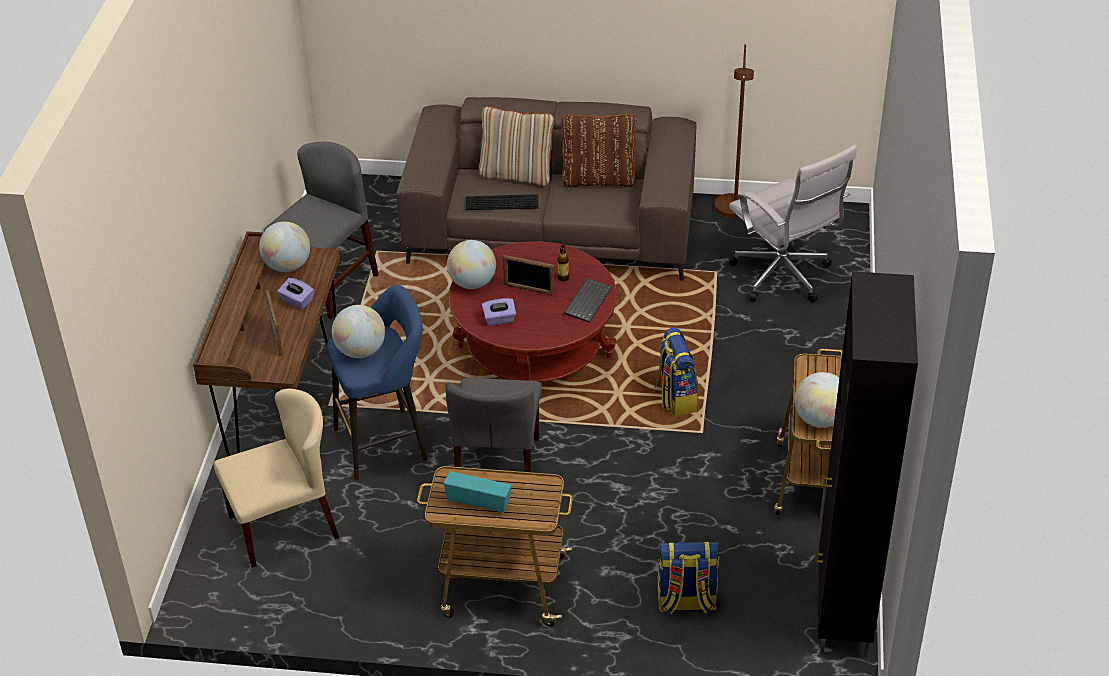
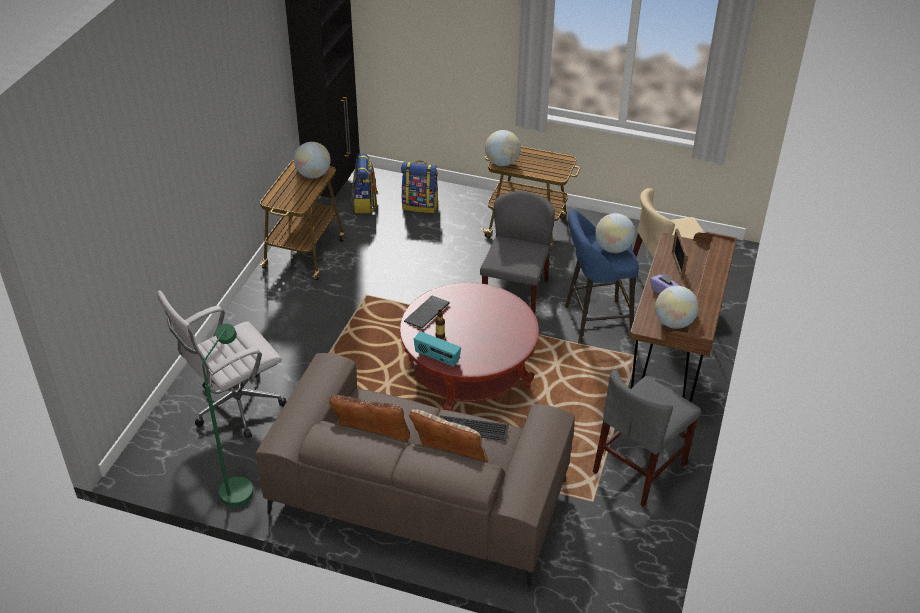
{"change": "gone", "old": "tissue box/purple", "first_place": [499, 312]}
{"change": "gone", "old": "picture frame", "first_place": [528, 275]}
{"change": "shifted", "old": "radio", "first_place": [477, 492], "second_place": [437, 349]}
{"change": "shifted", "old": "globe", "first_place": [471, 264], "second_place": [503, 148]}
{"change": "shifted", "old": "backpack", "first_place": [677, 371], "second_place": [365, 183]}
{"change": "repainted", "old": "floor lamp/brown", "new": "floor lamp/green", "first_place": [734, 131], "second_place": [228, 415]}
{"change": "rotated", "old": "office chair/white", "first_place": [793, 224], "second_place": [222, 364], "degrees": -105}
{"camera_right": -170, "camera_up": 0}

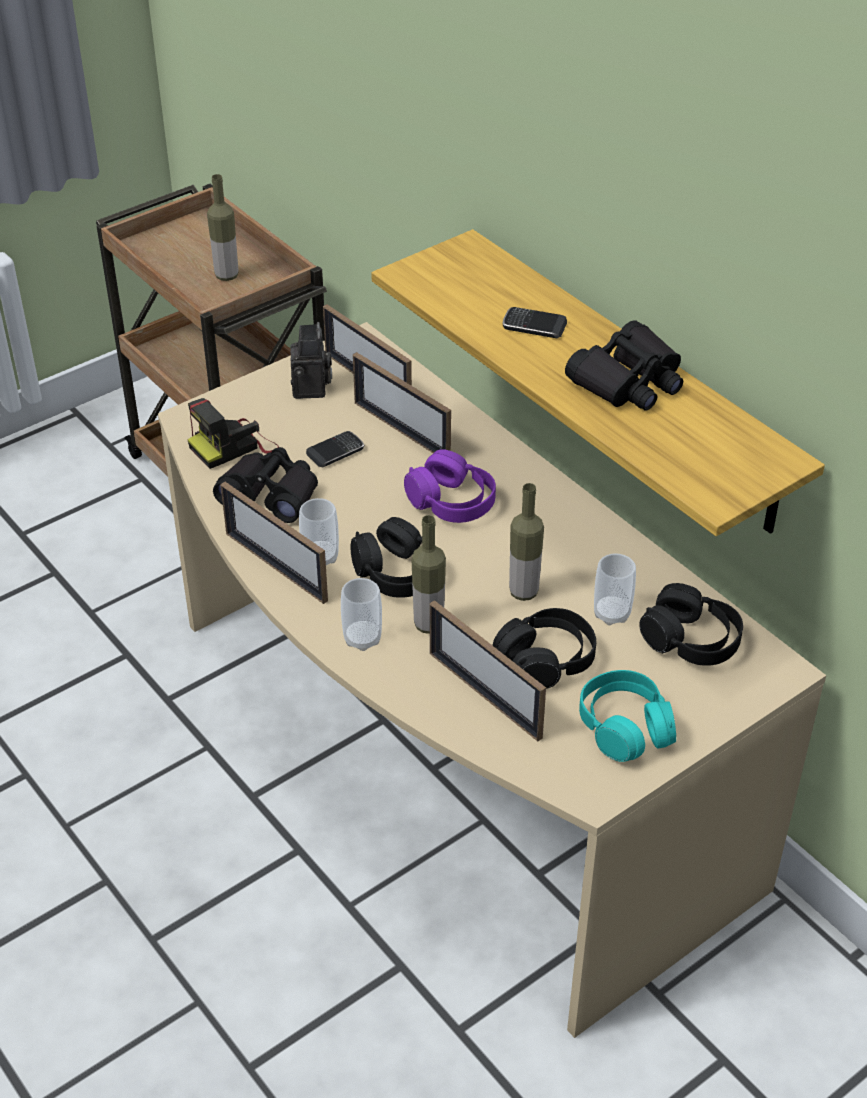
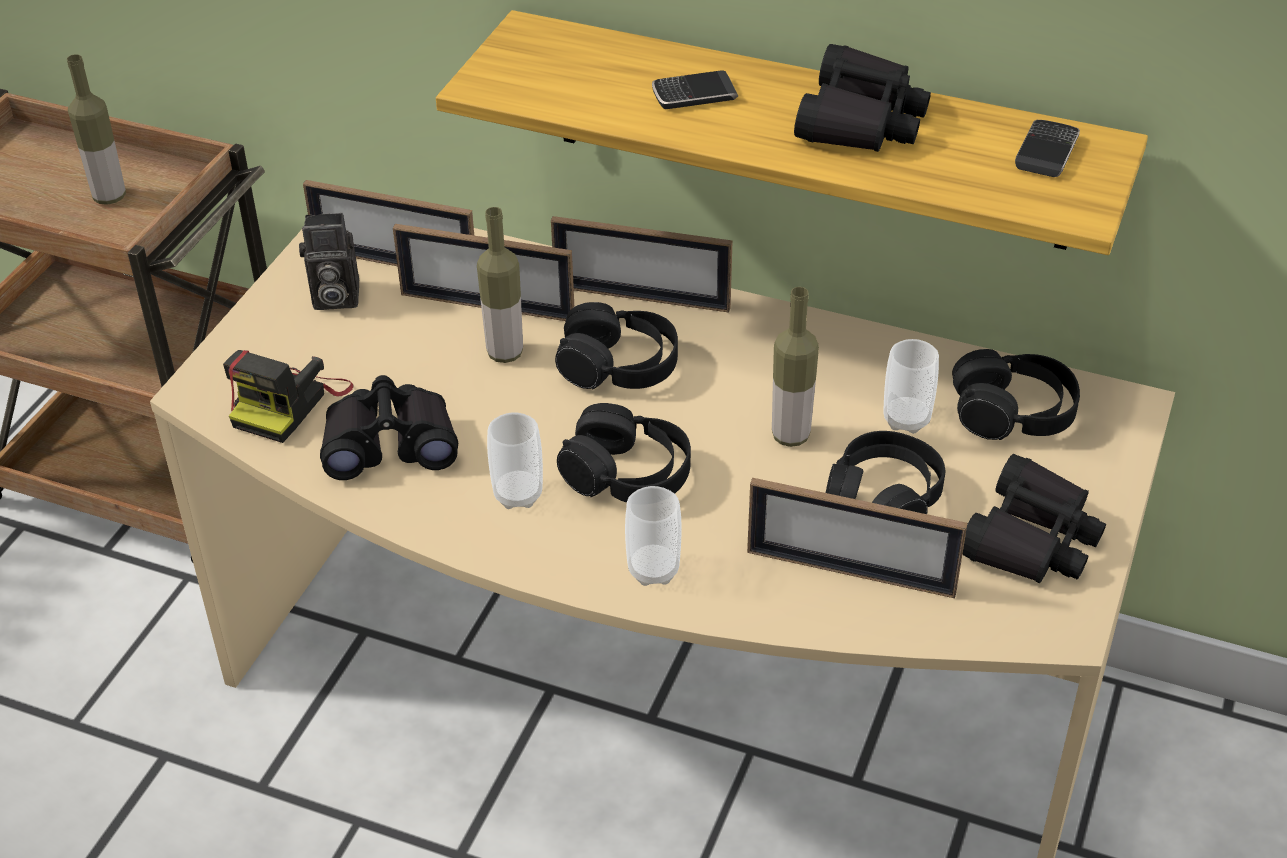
{"change": "shifted", "old": "picture frame", "first_place": [274, 543], "second_place": [641, 264]}
{"change": "shifted", "old": "phone", "first_place": [335, 449], "second_place": [1047, 148]}
{"change": "shifted", "old": "bottle", "first_place": [428, 574], "second_place": [500, 285]}
{"change": "swapped", "old": "headphones/turquoise", "new": "binoculars/black", "first_place": [627, 716], "second_place": [1034, 518]}
{"change": "repainted", "old": "headphones/purple", "new": "headphones/black", "first_place": [450, 486], "second_place": [616, 346]}
{"change": "rotated", "old": "photo camera", "first_place": [311, 360], "second_place": [329, 261], "degrees": 120}
{"camera_right": -30, "camera_up": 0}

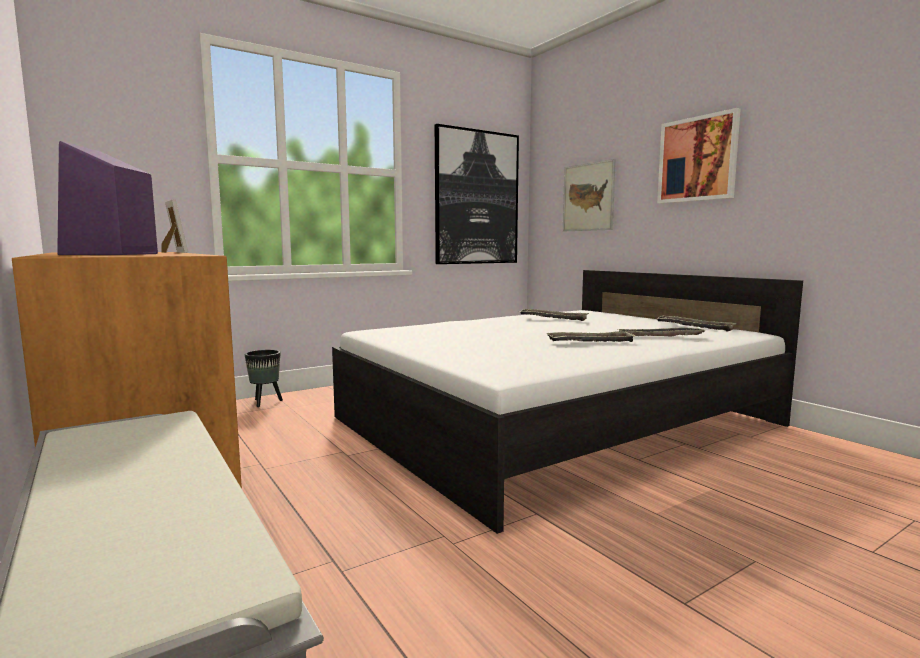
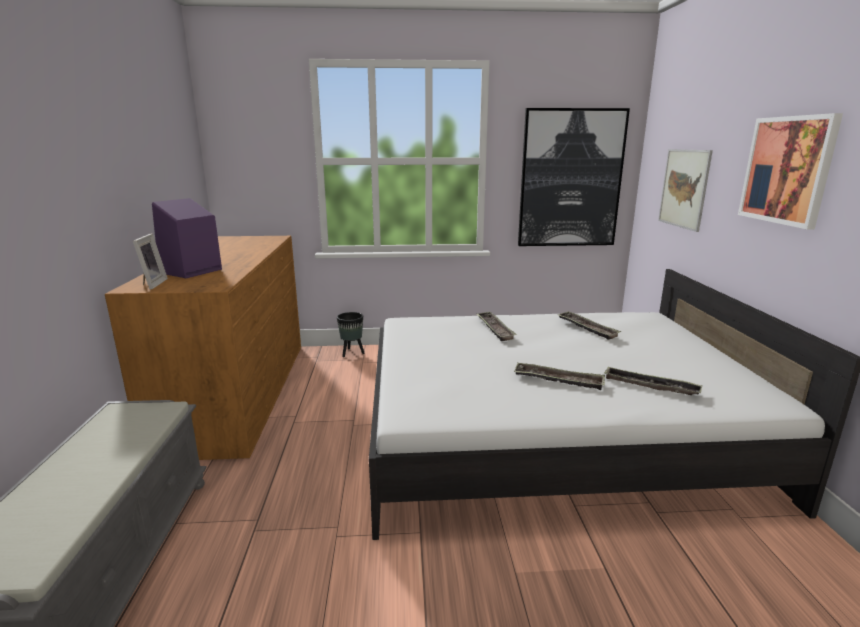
{"change": "shifted", "old": "picture frame", "first_place": [174, 226], "second_place": [150, 262]}
{"change": "shifted", "old": "tray", "first_place": [697, 323], "second_place": [496, 326]}
{"camera_right": 30, "camera_up": 10}

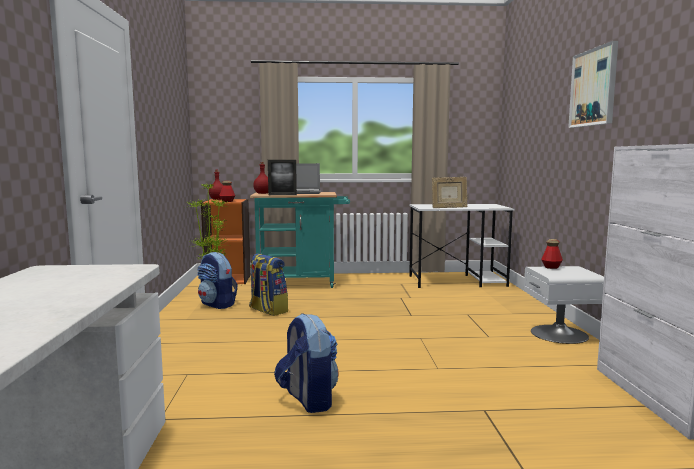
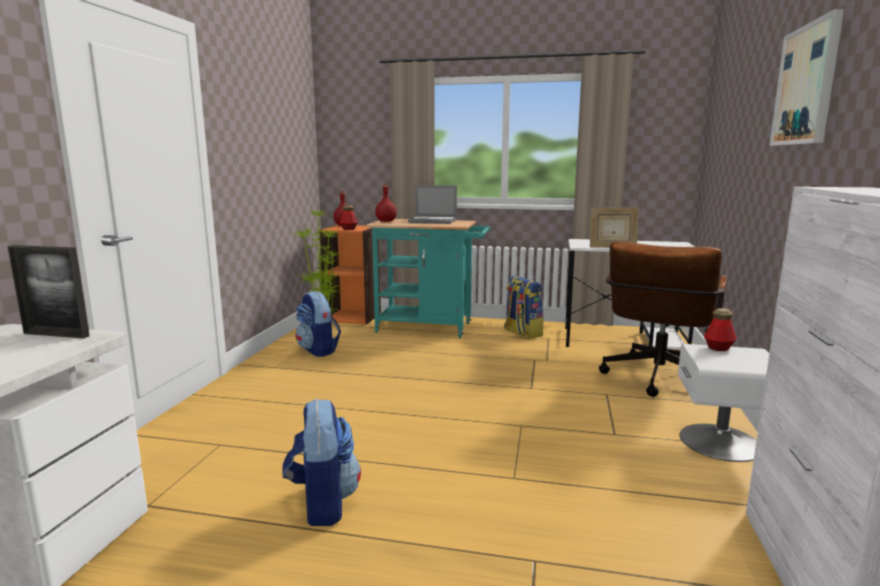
{"change": "new", "new": "office chair/brown", "second_place": [663, 319]}
{"change": "shifted", "old": "backpack", "first_place": [268, 285], "second_place": [524, 307]}
{"change": "shifted", "old": "picture frame", "first_place": [282, 177], "second_place": [49, 291]}
{"camera_right": 15, "camera_up": 5}

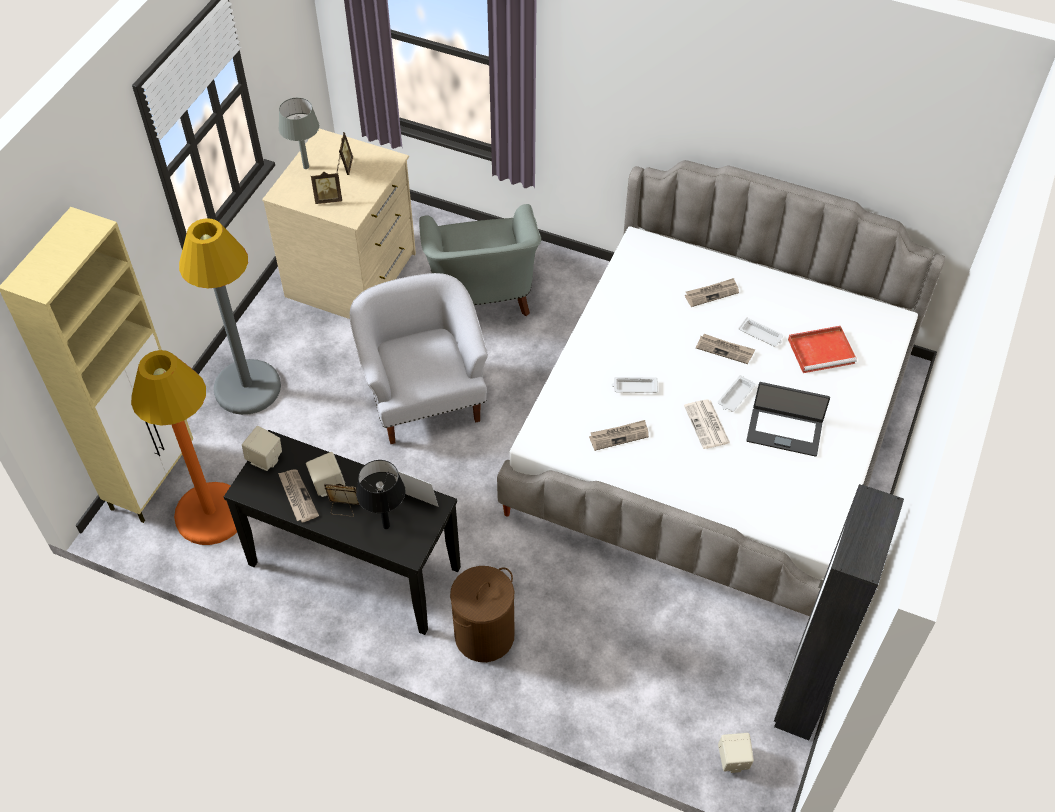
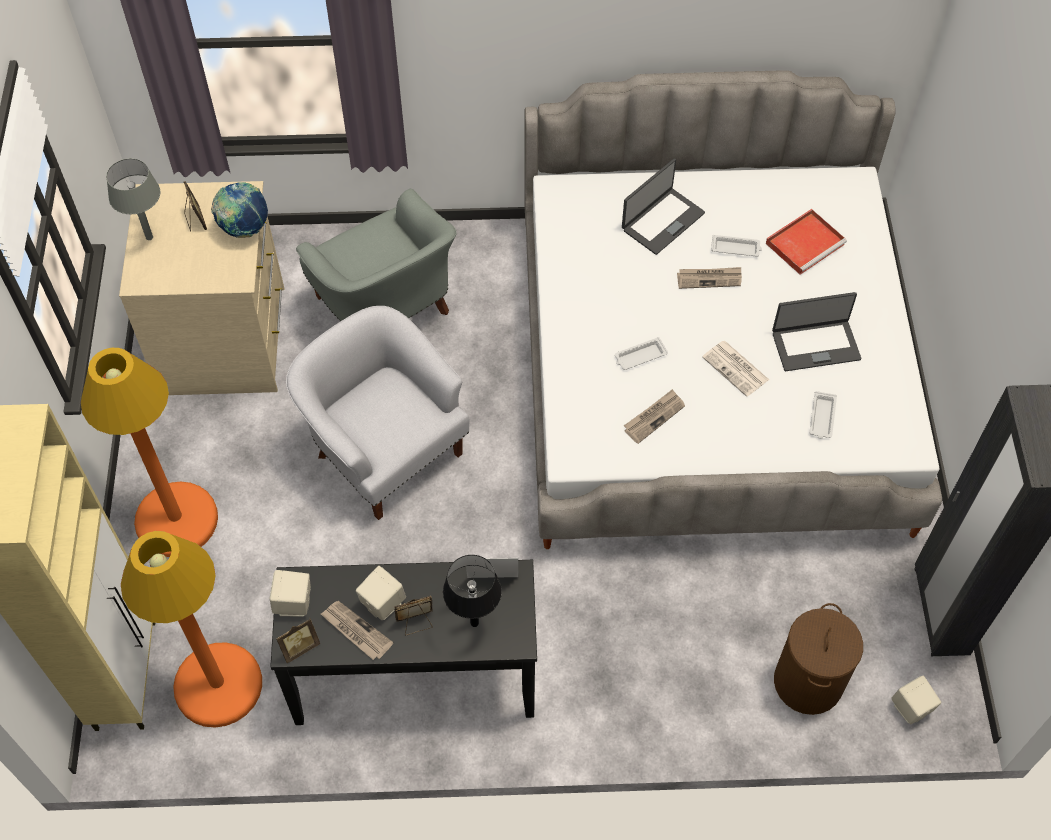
{"change": "new", "new": "globe", "second_place": [239, 210]}
{"change": "shifted", "old": "picture frame", "first_place": [326, 188], "second_place": [298, 641]}
{"change": "shifted", "old": "laundry basket/brown", "first_place": [482, 614], "second_place": [818, 659]}
{"change": "shifted", "old": "tray/white", "first_place": [736, 393], "second_place": [823, 415]}
{"change": "swapped", "old": "newspaper", "new": "laptop", "first_place": [712, 292], "second_place": [663, 206]}
{"change": "repainted", "old": "floor lamp/grey", "new": "floor lamp/orange", "first_place": [230, 316], "second_place": [149, 452]}
{"camera_right": -25, "camera_up": 5}

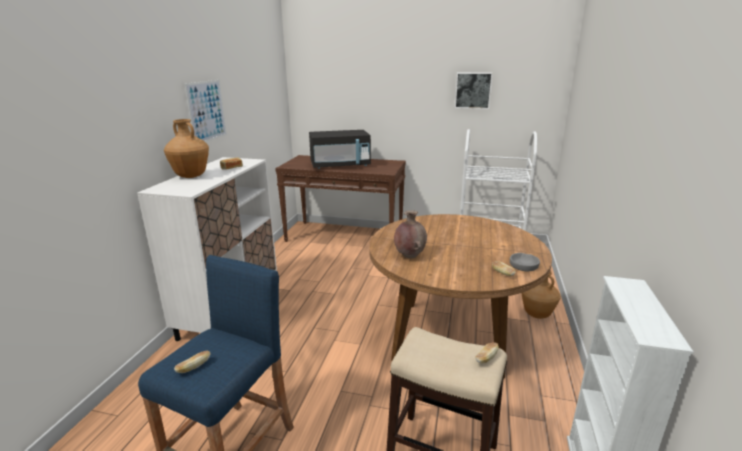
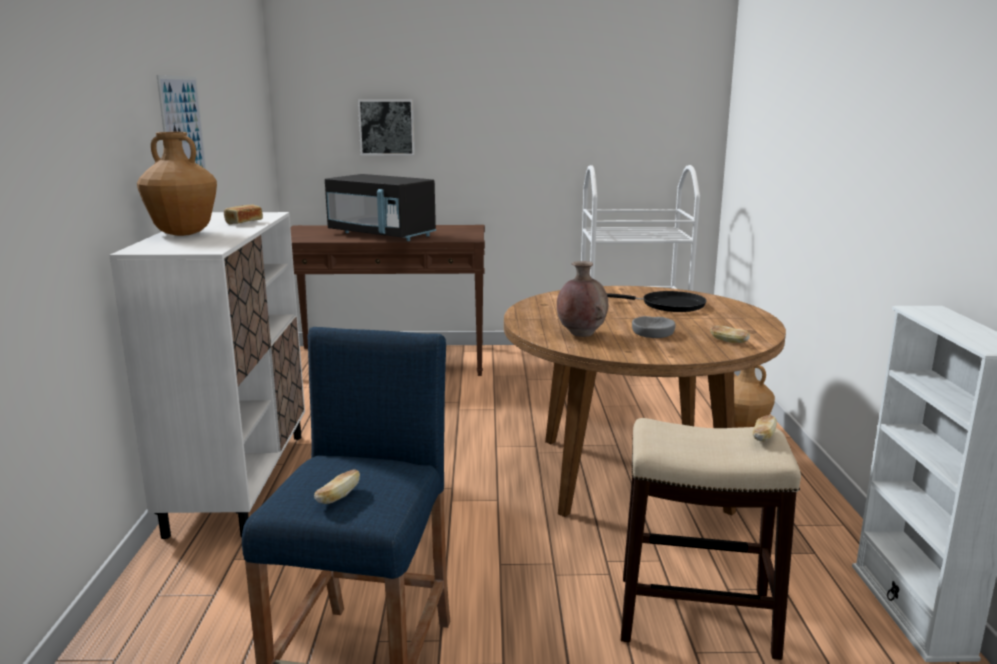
{"change": "new", "new": "frying pan/black", "second_place": [656, 301]}
{"change": "shifted", "old": "picture", "first_place": [474, 90], "second_place": [386, 127]}
{"change": "shifted", "old": "bowl/grey", "first_place": [525, 262], "second_place": [653, 327]}
{"change": "rotated", "old": "microwave/black", "first_place": [340, 149], "second_place": [380, 207], "degrees": 60}
{"camera_right": -15, "camera_up": -5}

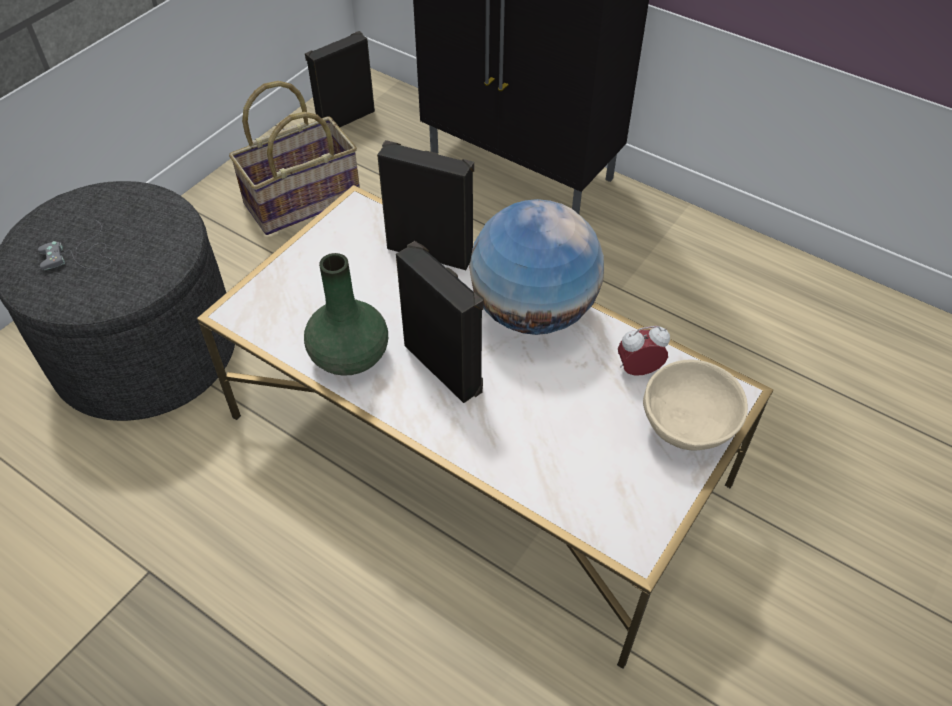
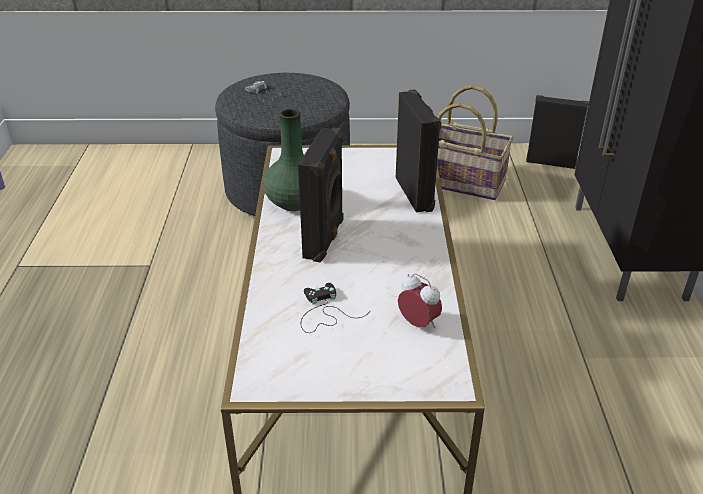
{"change": "gone", "old": "globe", "first_place": [536, 267]}
{"change": "gone", "old": "bowl/beige", "first_place": [695, 405]}
{"change": "new", "new": "game controller/black", "second_place": [335, 308]}
{"camera_right": 55, "camera_up": -15}

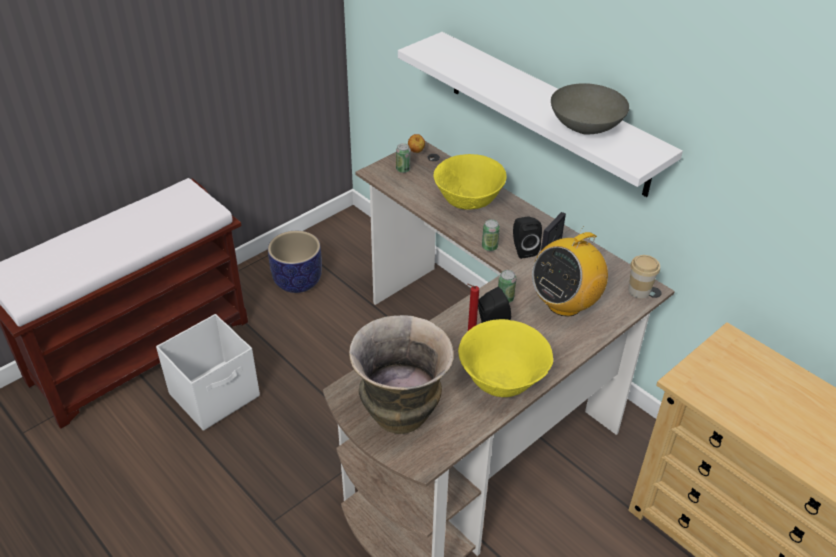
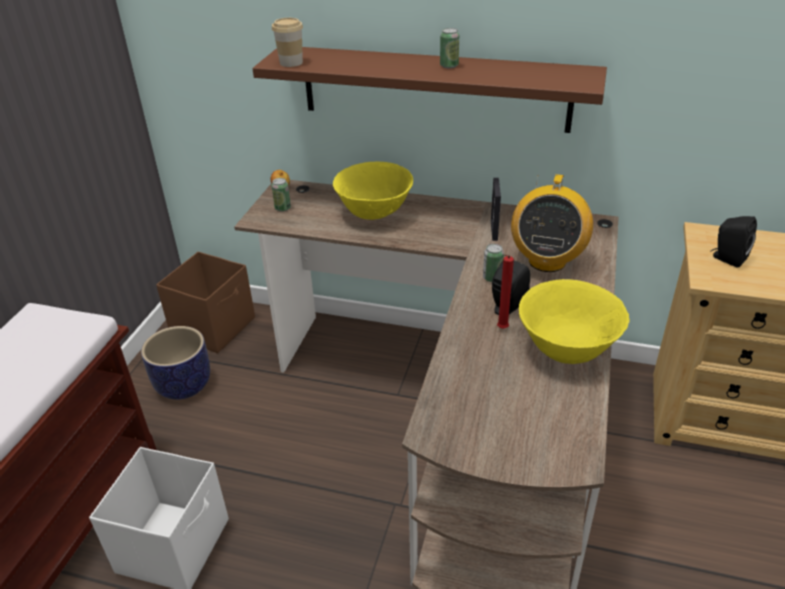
{"change": "gone", "old": "vase", "first_place": [401, 374]}
{"change": "gone", "old": "bowl/grey", "first_place": [590, 109]}
{"change": "new", "new": "storage box/brown", "second_place": [205, 302]}
{"change": "shifted", "old": "can", "first_place": [491, 235], "second_place": [449, 48]}
{"change": "shifted", "old": "speaker/black", "first_place": [527, 238], "second_place": [733, 242]}
{"change": "shifted", "old": "cup", "first_place": [644, 277], "second_place": [287, 42]}
{"change": "repainted", "old": "shelf/white", "new": "shelf/brown", "first_place": [540, 114], "second_place": [429, 90]}
{"camera_right": -30, "camera_up": -5}

